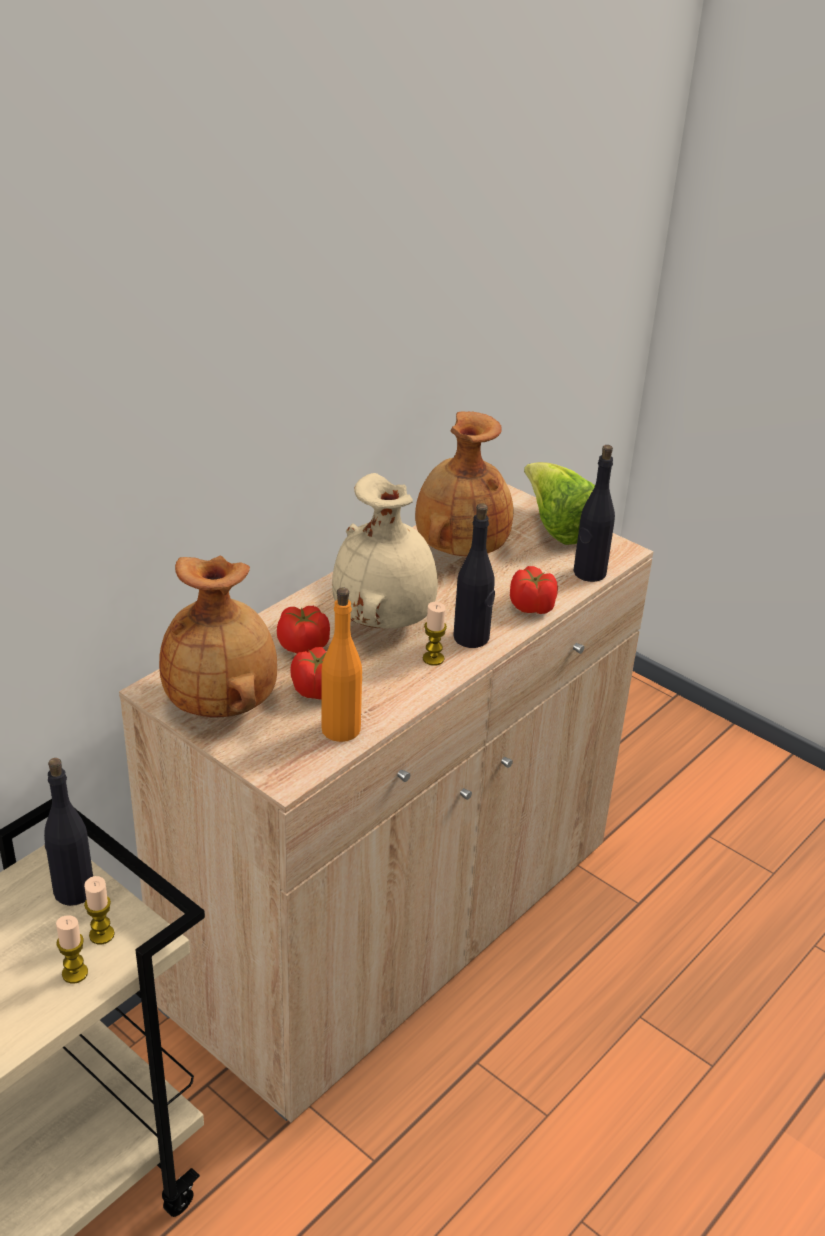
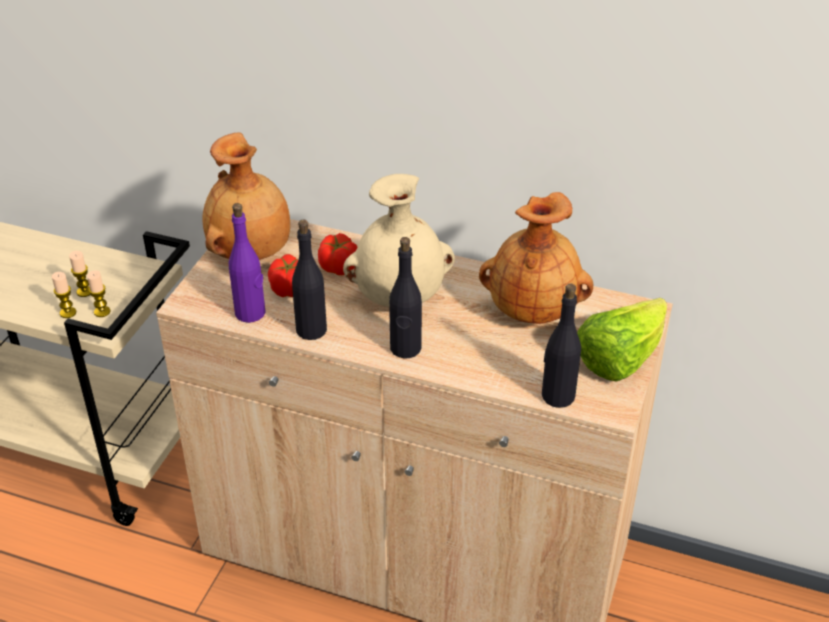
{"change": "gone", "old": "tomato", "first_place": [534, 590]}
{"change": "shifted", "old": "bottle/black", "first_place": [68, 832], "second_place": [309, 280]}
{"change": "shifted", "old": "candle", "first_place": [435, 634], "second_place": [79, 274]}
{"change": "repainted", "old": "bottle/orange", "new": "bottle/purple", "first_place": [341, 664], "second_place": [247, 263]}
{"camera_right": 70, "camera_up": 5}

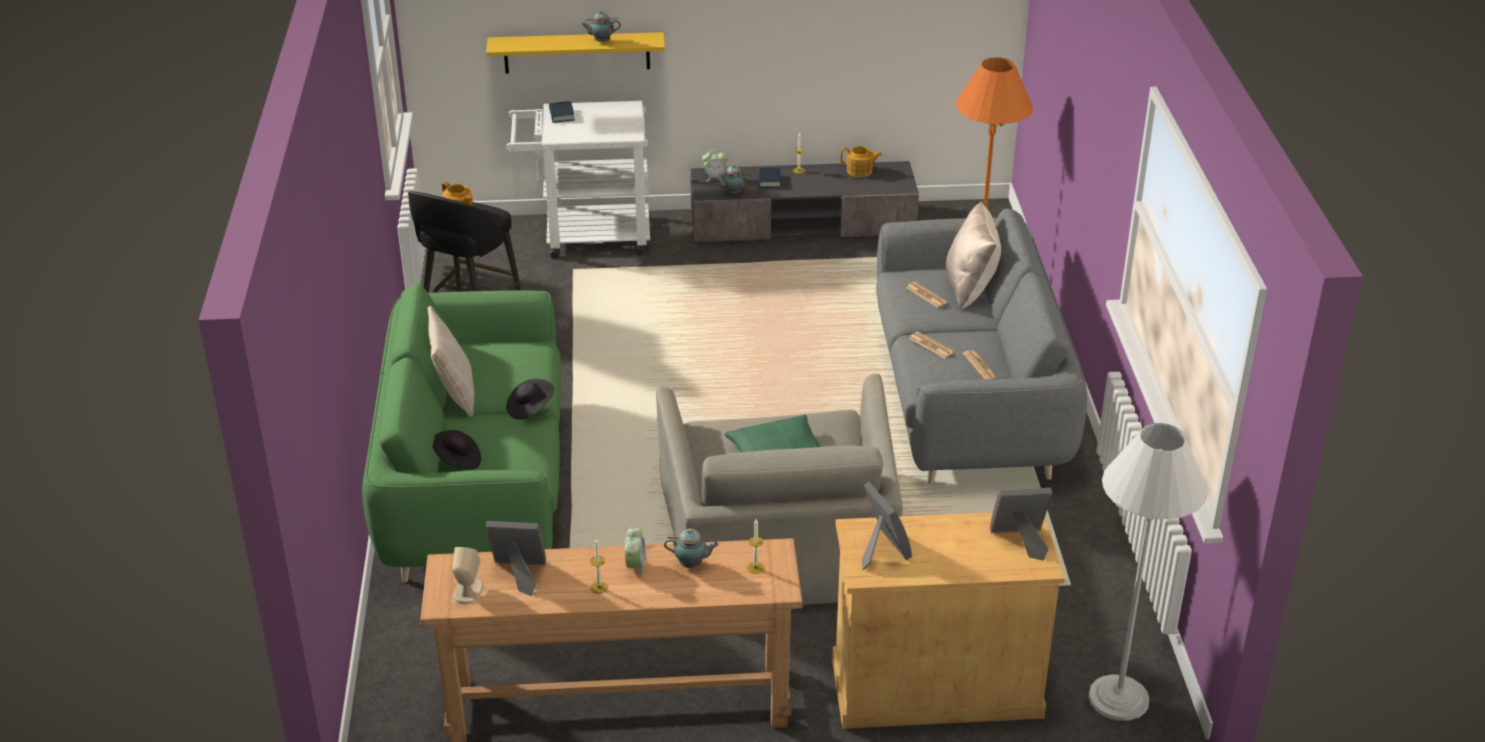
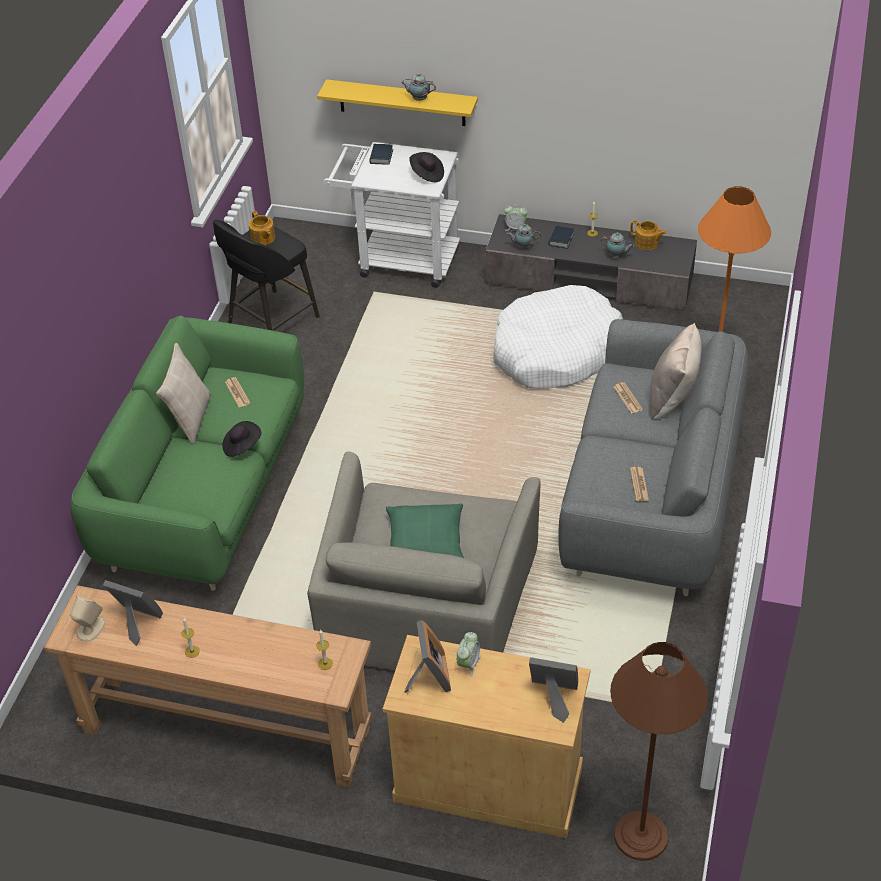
{"change": "new", "new": "dog bed/white", "second_place": [558, 337]}
{"change": "shifted", "old": "hat/black", "first_place": [456, 450], "second_place": [426, 167]}
{"change": "shifted", "old": "alarm clock", "first_place": [635, 552], "second_place": [469, 654]}
{"change": "shifted", "old": "teapot", "first_place": [691, 548], "second_place": [617, 245]}
{"change": "shifted", "old": "newspaper", "first_place": [931, 345], "second_place": [237, 392]}
{"change": "repainted", "old": "floor lamp/white", "new": "floor lamp/brown", "first_place": [1148, 572], "second_place": [659, 751]}
{"camera_right": 20, "camera_up": 10}

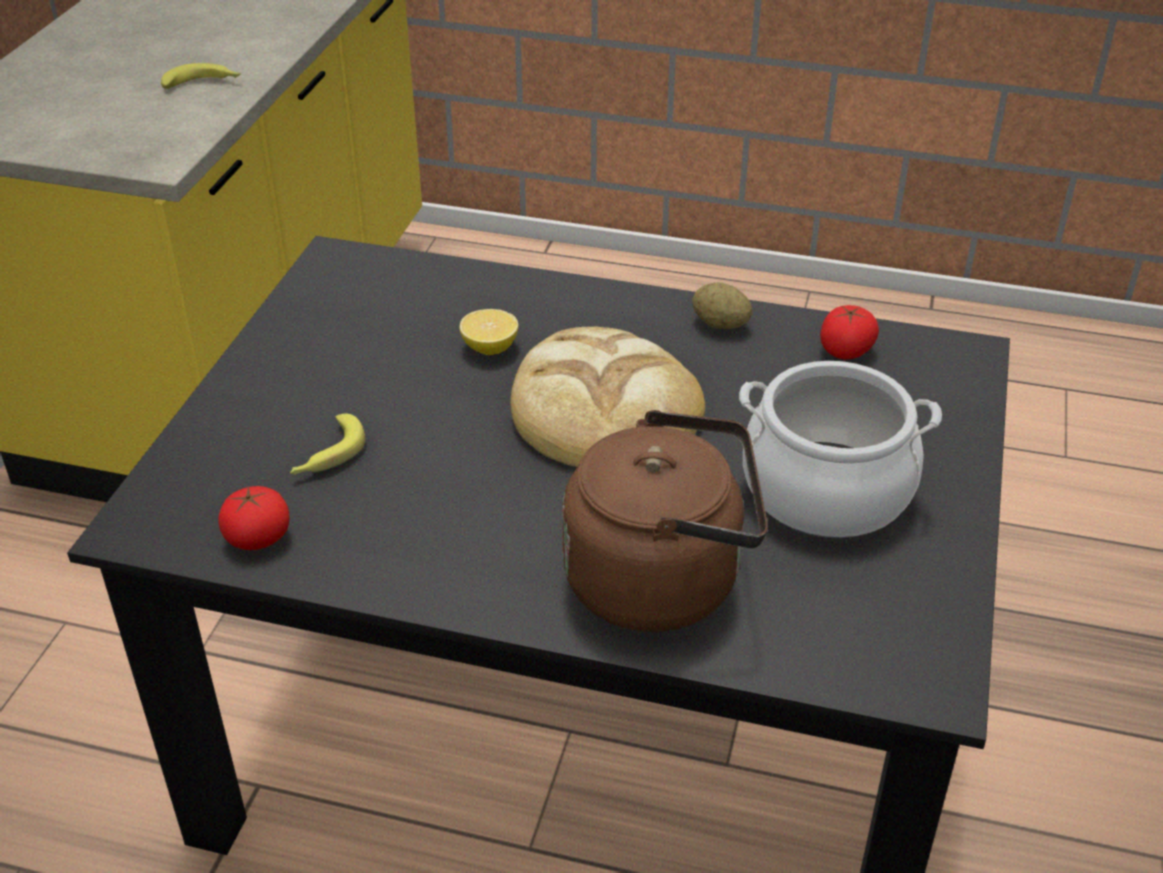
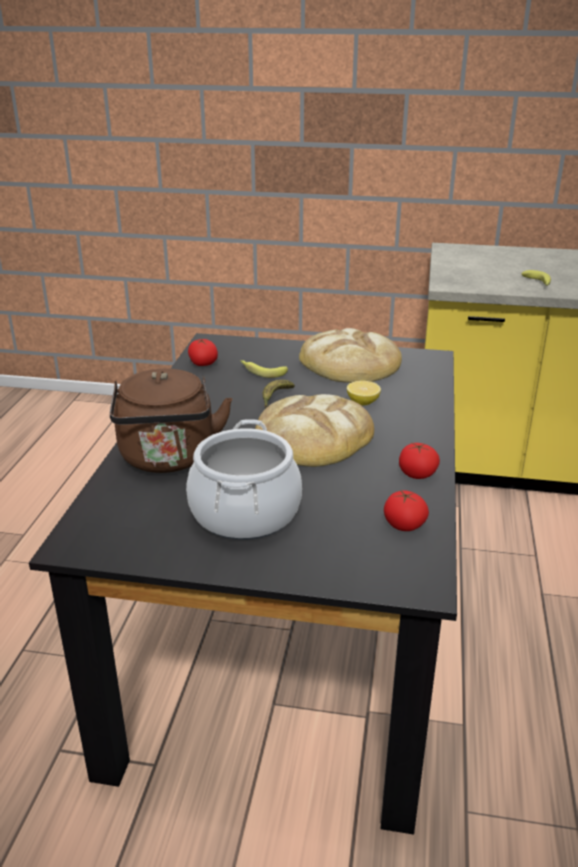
{"change": "new", "new": "banana", "second_place": [278, 394]}
{"change": "new", "new": "bread", "second_place": [350, 355]}
{"change": "swapped", "old": "potato", "new": "tomato", "first_place": [722, 305], "second_place": [419, 461]}
{"camera_right": 85, "camera_up": -10}

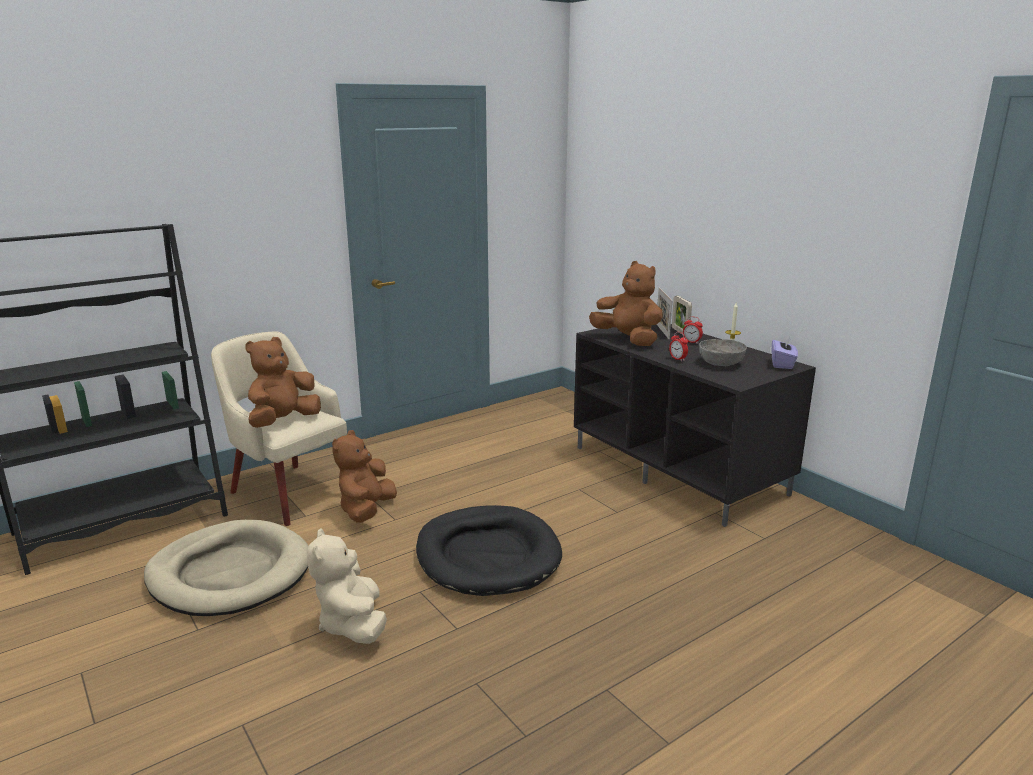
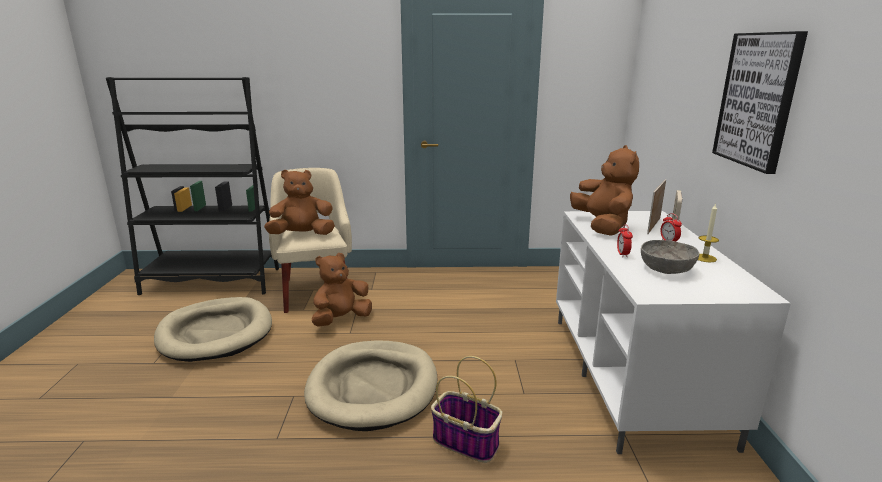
{"change": "gone", "old": "plush toy/beige", "first_place": [347, 586]}
{"change": "gone", "old": "tissue box/purple", "first_place": [785, 353]}
{"change": "new", "new": "basket", "second_place": [466, 409]}
{"change": "new", "new": "picture", "second_place": [760, 102]}
{"change": "repainted", "old": "dog bed/black", "new": "dog bed/beige", "first_place": [489, 550], "second_place": [370, 385]}
{"change": "repainted", "old": "tv stand/black", "new": "tv stand/white", "first_place": [695, 425], "second_place": [673, 332]}
{"camera_right": 35, "camera_up": 0}

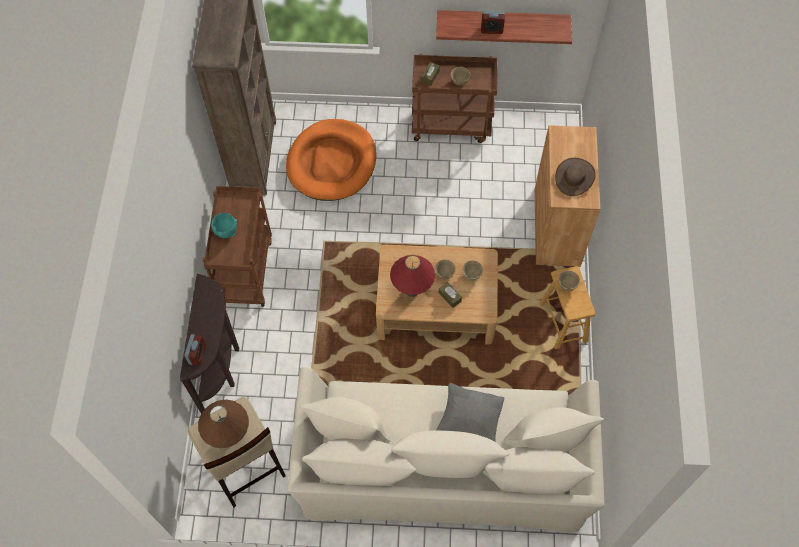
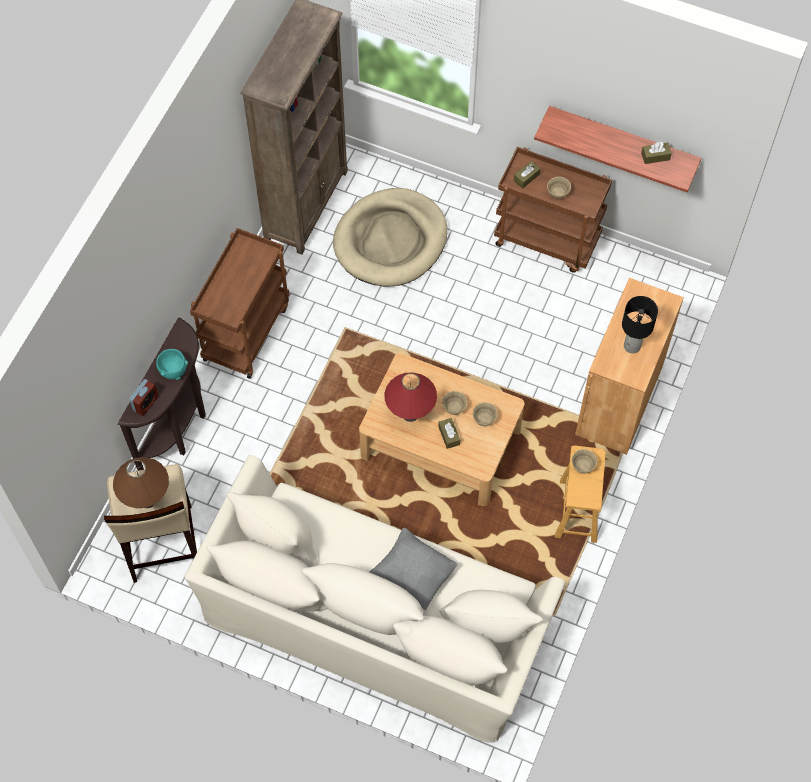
{"change": "gone", "old": "alarm clock", "first_place": [493, 22]}
{"change": "new", "new": "tissue box/brown", "second_place": [656, 153]}
{"change": "shifted", "old": "bowl/turquoise", "first_place": [224, 225], "second_place": [172, 364]}
{"change": "swapped", "old": "hat/brown", "new": "table lamp/black", "first_place": [575, 177], "second_place": [640, 324]}
{"change": "repainted", "old": "dog bed/orange", "new": "dog bed/beige", "first_place": [331, 160], "second_place": [390, 237]}
{"camera_right": 20, "camera_up": 0}

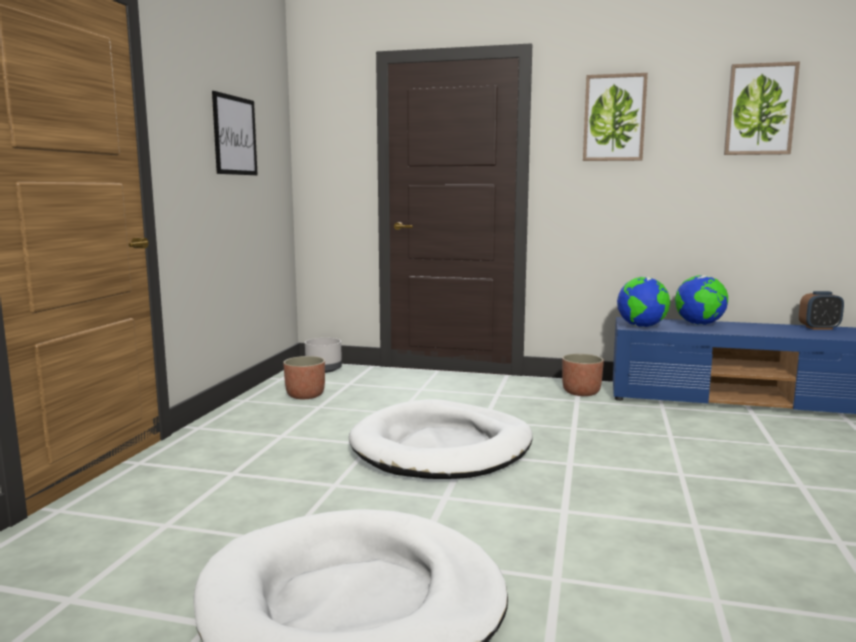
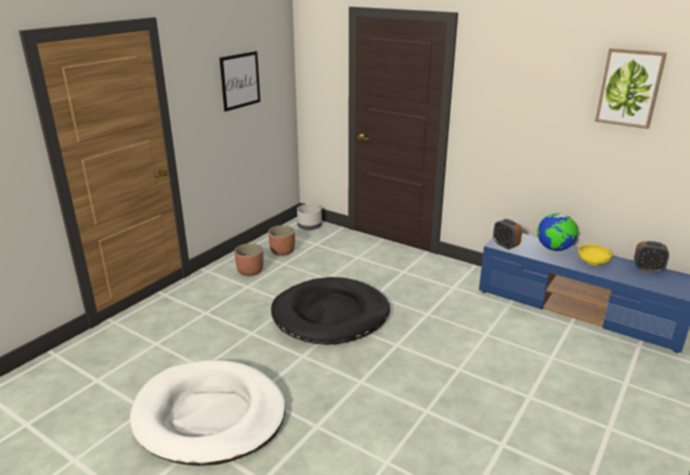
{"change": "gone", "old": "picture", "first_place": [615, 117]}
{"change": "new", "new": "bowl/yellow", "second_place": [595, 254]}
{"change": "shifted", "old": "planter", "first_place": [583, 375], "second_place": [248, 259]}
{"change": "swapped", "old": "globe", "new": "alarm clock", "first_place": [643, 302], "second_place": [507, 234]}
{"change": "repainted", "old": "dog bed/white", "new": "dog bed/black", "first_place": [441, 439], "second_place": [330, 311]}
{"camera_right": 20, "camera_up": 15}

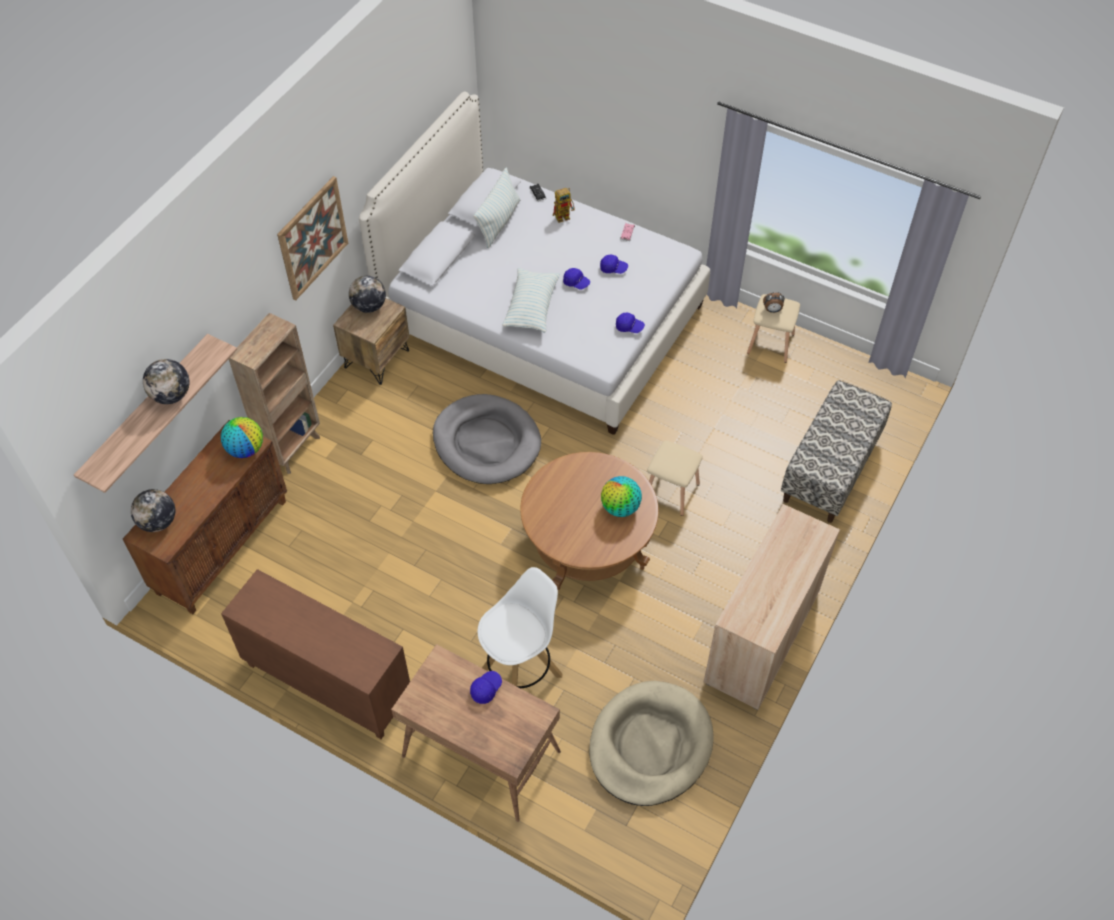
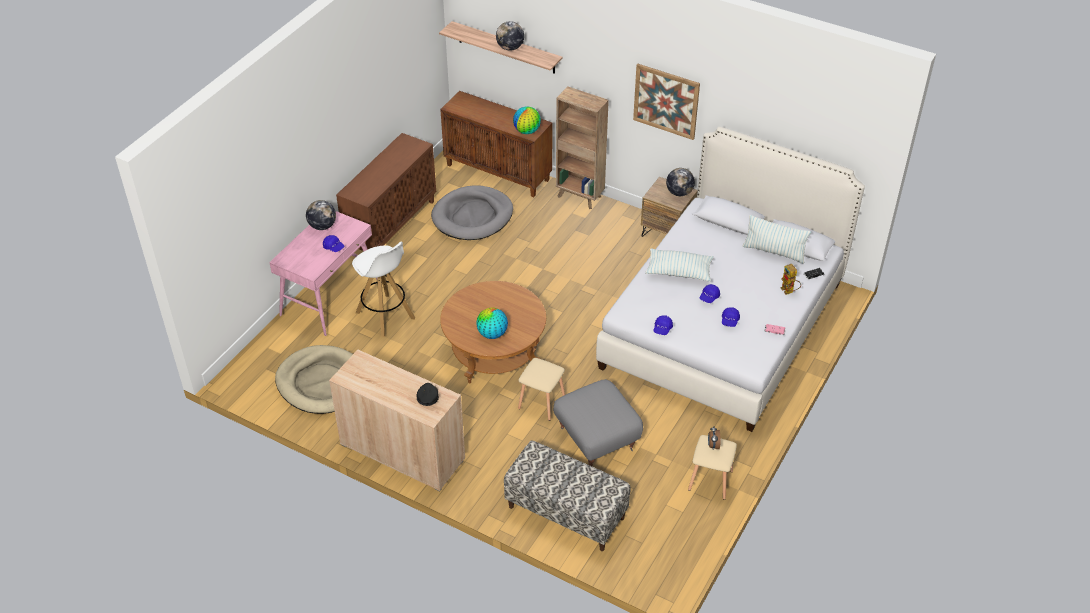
{"change": "new", "new": "cap/black", "second_place": [428, 394]}
{"change": "new", "new": "ottoman/grey", "second_place": [598, 422]}
{"change": "shifted", "old": "globe", "first_place": [153, 510], "second_place": [321, 215]}
{"change": "shifted", "old": "dog bed/grey", "first_place": [487, 439], "second_place": [472, 212]}
{"change": "repainted", "old": "desk/brown", "new": "desk/pink", "first_place": [476, 733], "second_place": [323, 273]}
{"camera_right": 90, "camera_up": -10}

